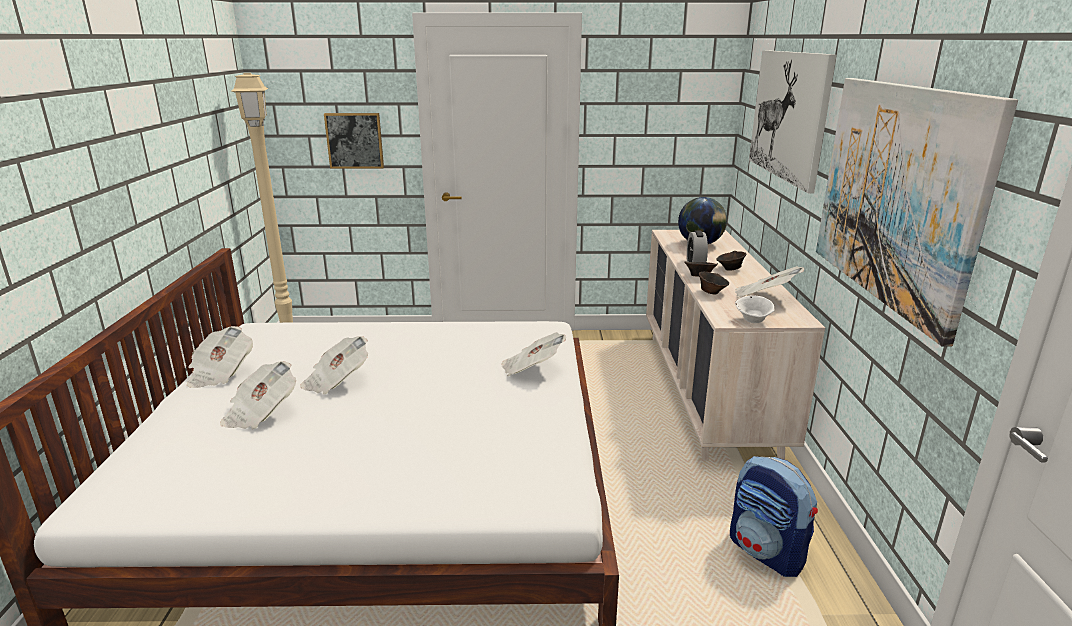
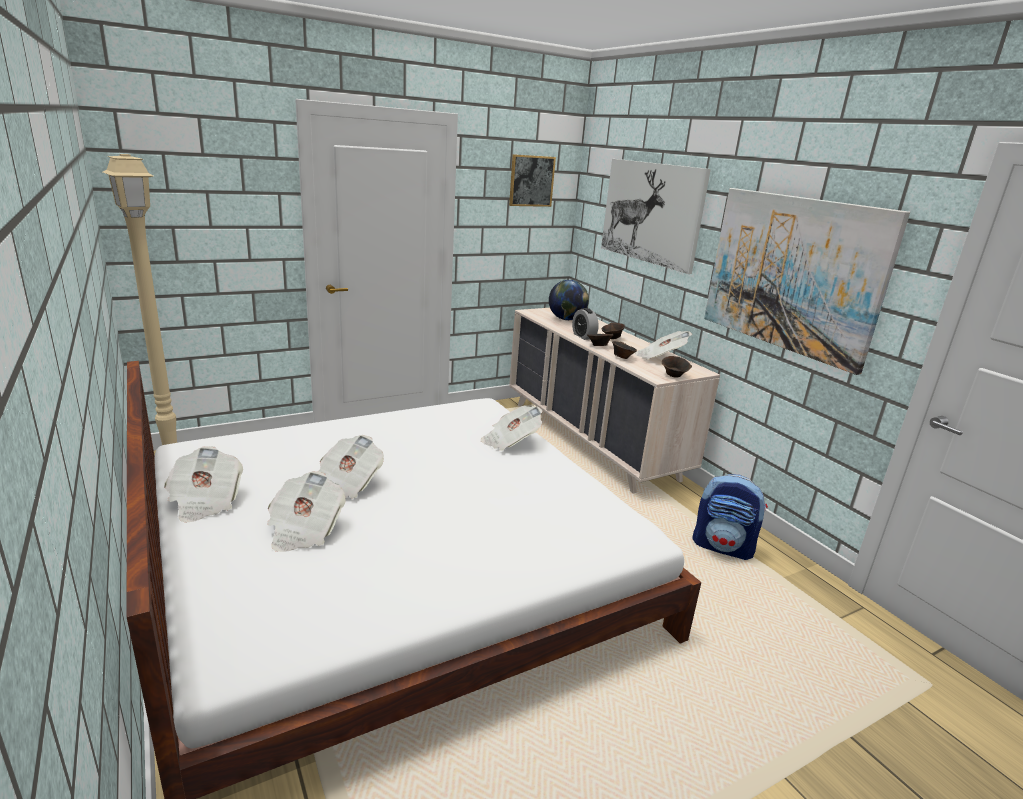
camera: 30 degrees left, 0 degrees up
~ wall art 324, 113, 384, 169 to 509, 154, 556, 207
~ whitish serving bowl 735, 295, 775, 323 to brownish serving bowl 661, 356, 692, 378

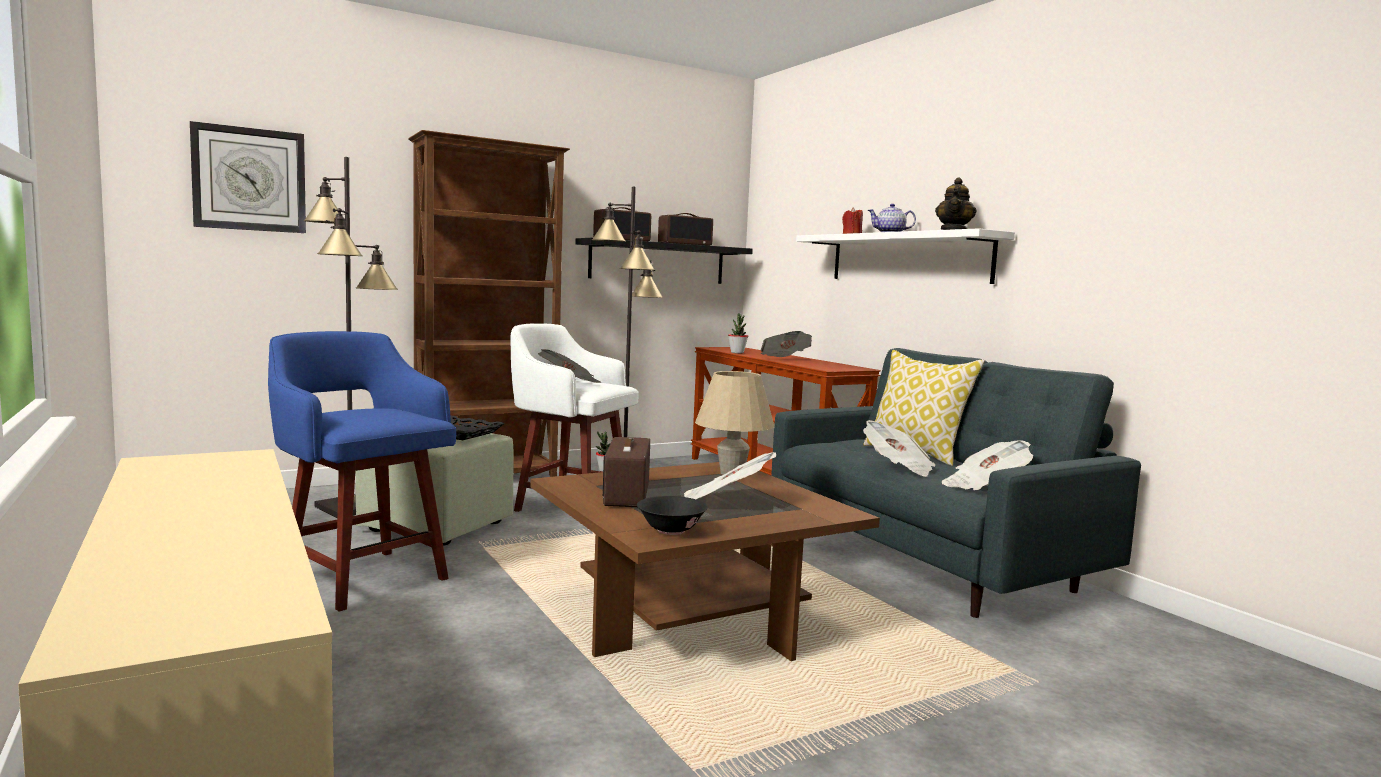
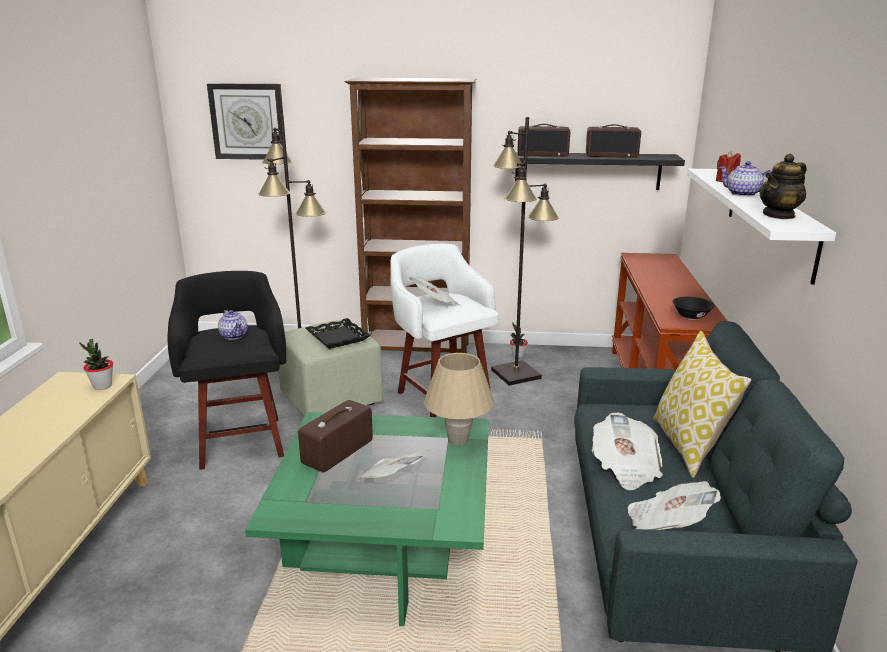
camera: 35 degrees right, 15 degrees up
~ plant in a pot 728, 313, 748, 353 to 79, 339, 113, 390
~ blue stool 268, 331, 456, 612 to black stool 168, 271, 286, 470
+ tea pot 218, 310, 248, 340
~ brownish coffee table 530, 462, 880, 661 to green coffee table 245, 412, 489, 626
~ black serving bowl 637, 496, 708, 535 to 672, 297, 715, 320
- printed paper 761, 331, 812, 357

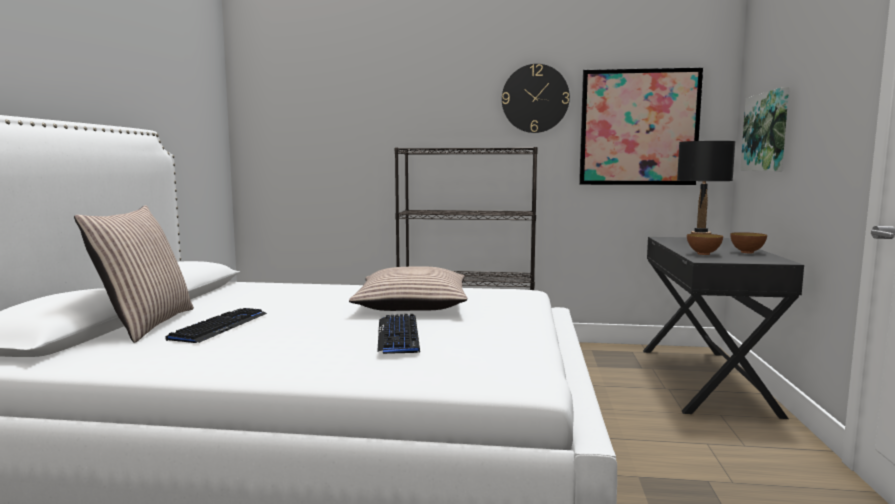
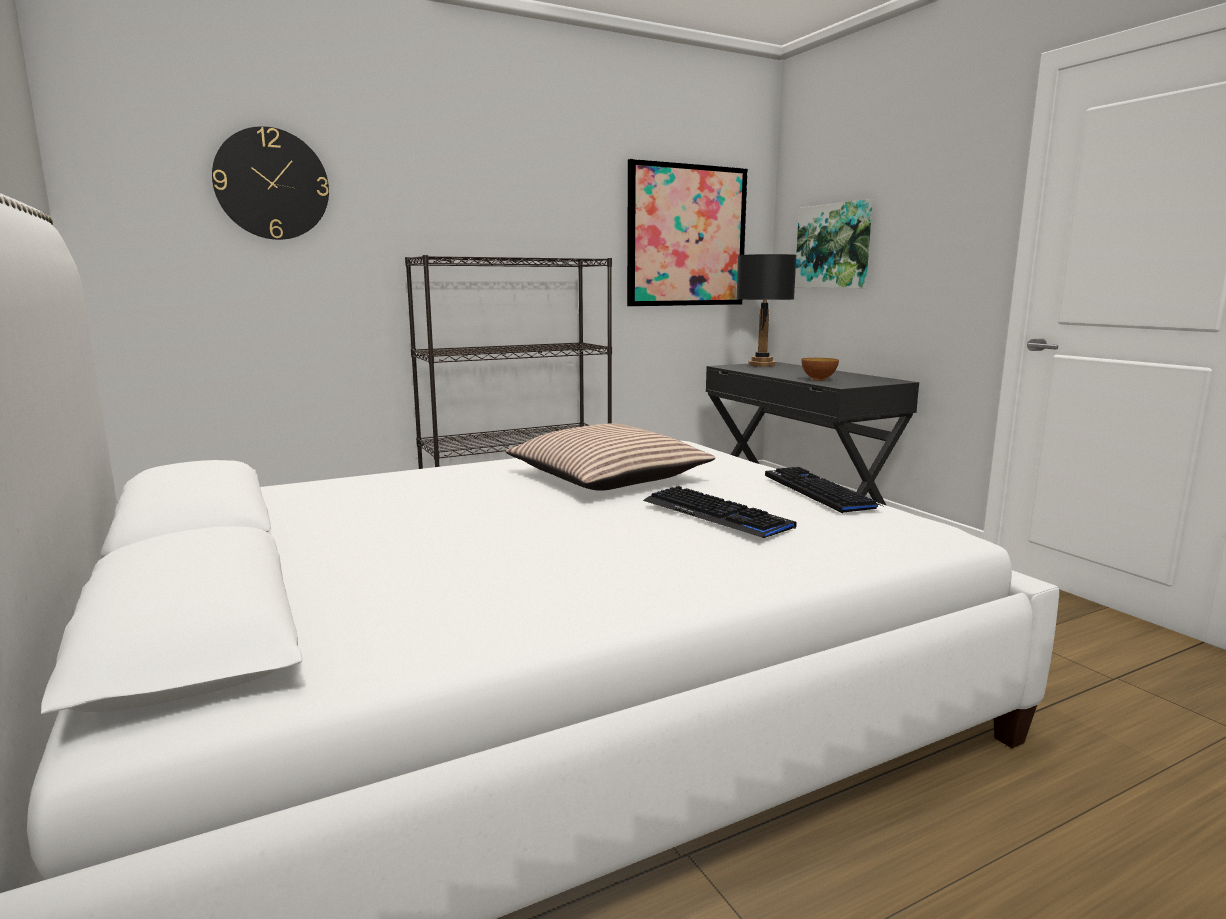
camera: 35 degrees left, 5 degrees up
~ wall clock 502, 64, 570, 133 to 212, 126, 329, 240
~ computer keyboard 165, 308, 267, 343 to 765, 467, 885, 513
- throw pillow 74, 205, 194, 343
- serving bowl 730, 232, 767, 253

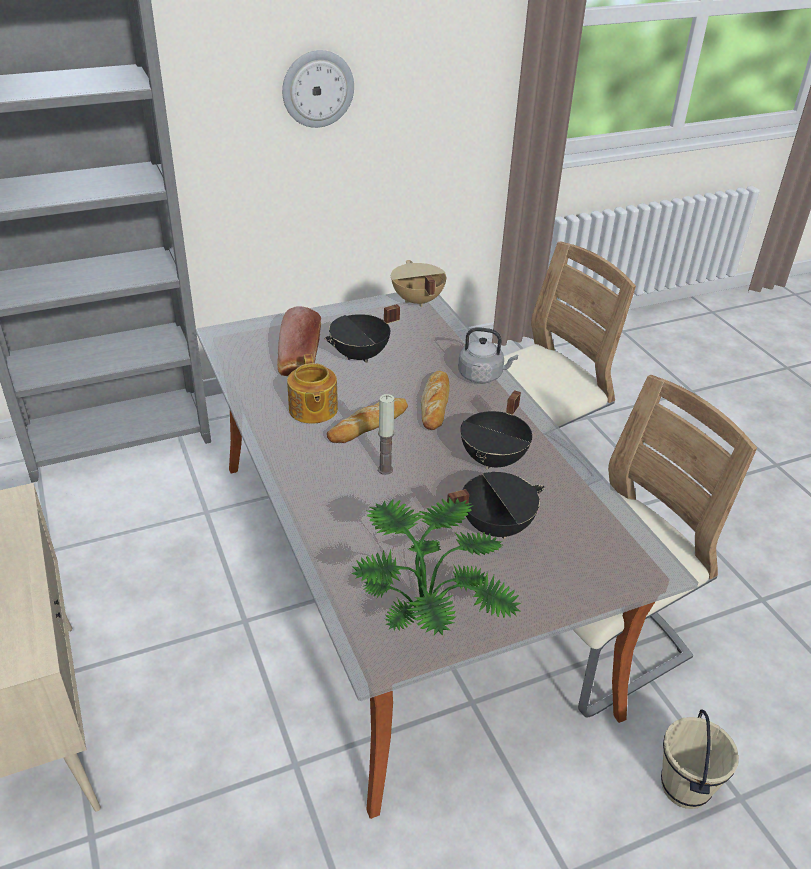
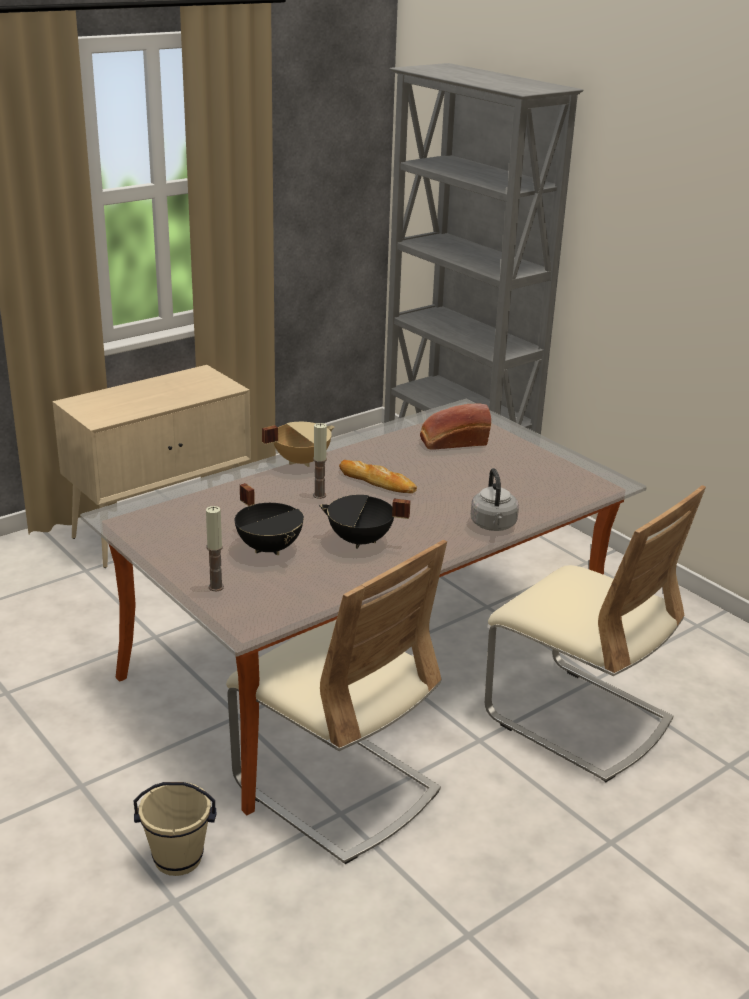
camera: 75 degrees right, 10 degrees down
+ candle 206, 506, 224, 591
~ beige cooking pot 391, 260, 446, 307 to 262, 422, 334, 467
- wall clock 282, 50, 354, 128
- tea pot 287, 354, 338, 424
- black cooking pot 324, 304, 400, 363
- plant in a pot 351, 498, 521, 635
- bread 421, 371, 450, 430

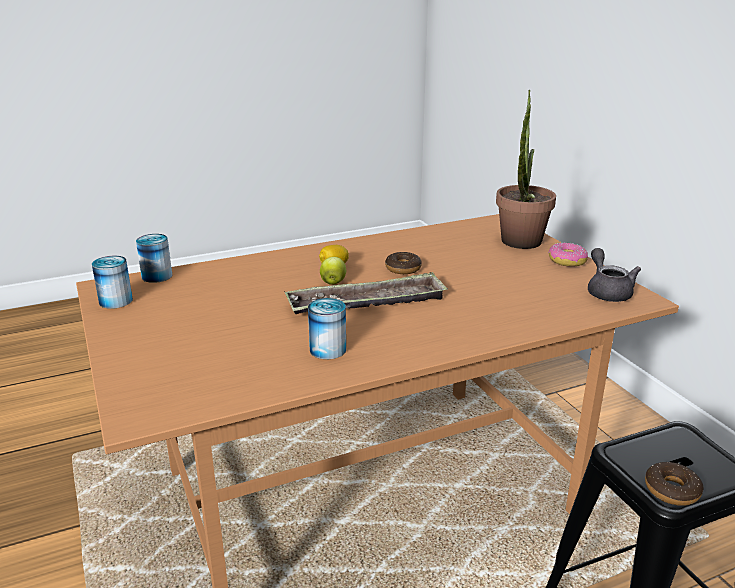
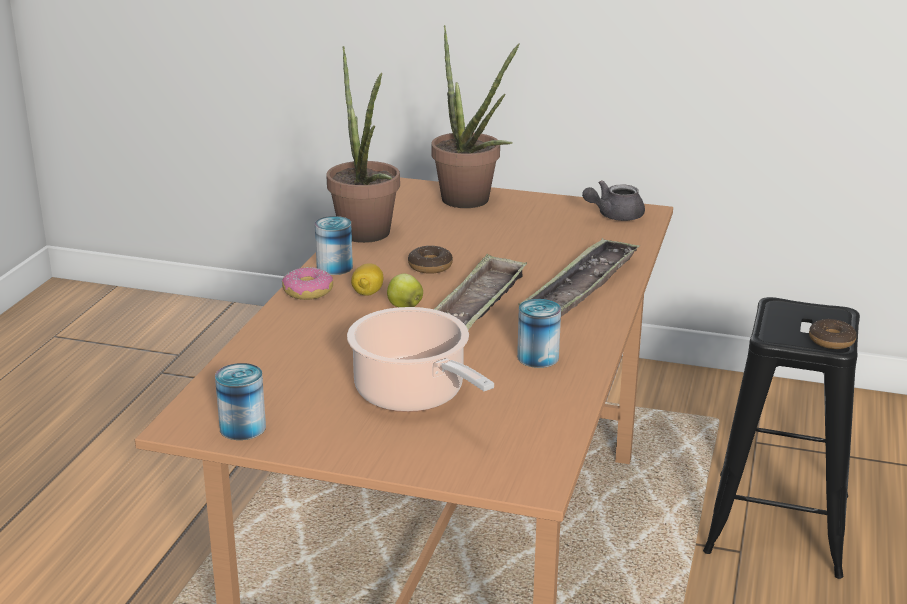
camera: 50 degrees left, 0 degrees up
~ donut 548, 242, 588, 267 to 282, 267, 333, 300
~ can 136, 234, 172, 283 to 315, 216, 353, 275
+ plant in a pot 326, 46, 400, 243
+ cooking pot 347, 307, 494, 412
+ carrying tray 518, 238, 640, 316
~ gray tea pot 588, 248, 641, 302 = 582, 180, 645, 221 60 degrees counterclockwise

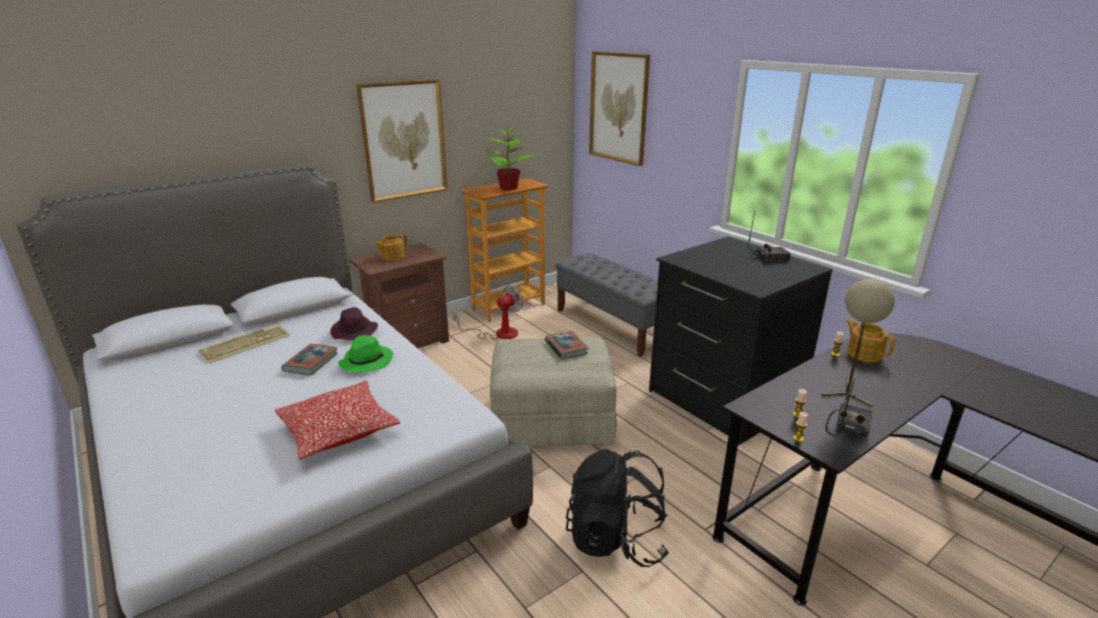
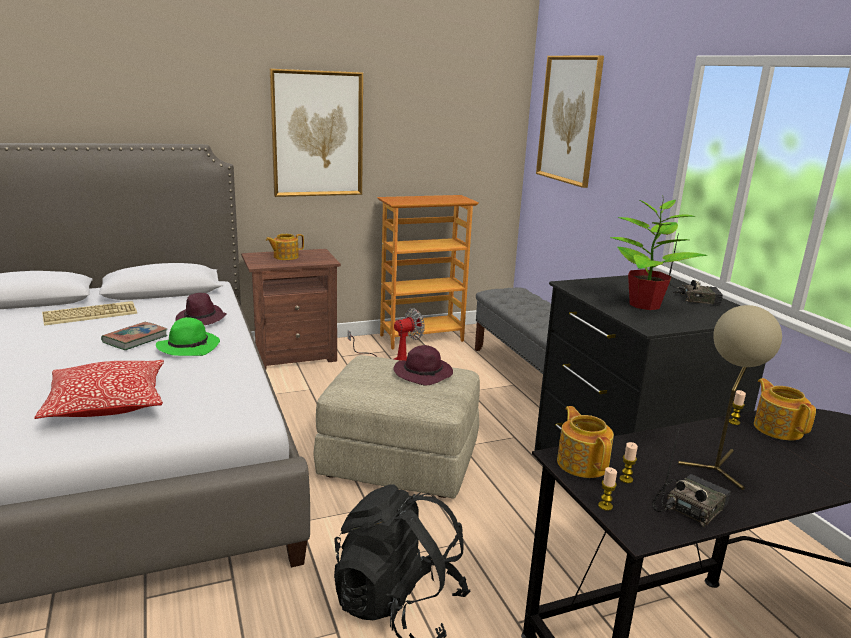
camera: 15 degrees right, 5 degrees down
~ bound book 545, 331, 588, 359 to purplish clothing hat 393, 345, 453, 385
+ tea pot 557, 406, 614, 478
~ plant in a pot 484, 126, 536, 190 to 610, 195, 707, 310

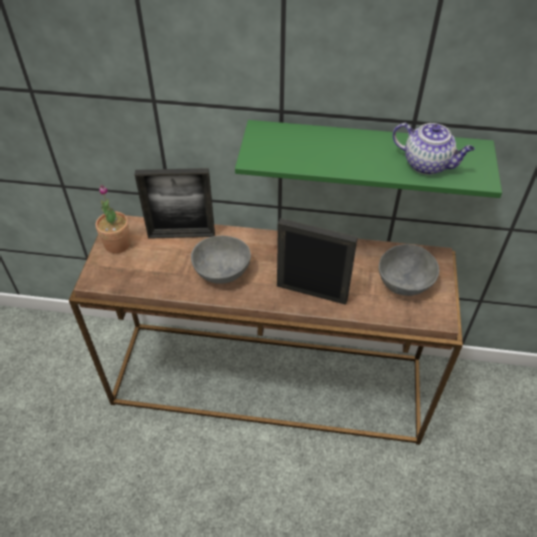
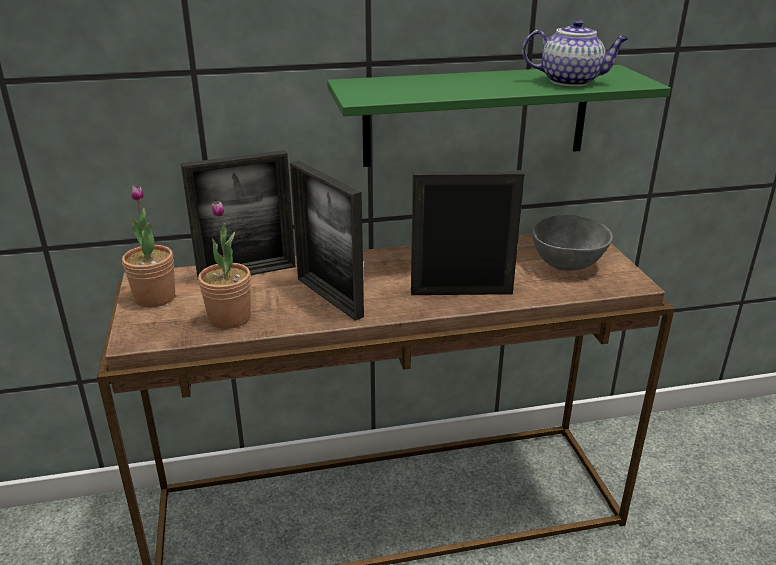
camera: 20 degrees left, 20 degrees down
+ plant in a pot 198, 201, 251, 329
~ gray serving bowl 191, 236, 251, 284 to photo frame 290, 161, 364, 321

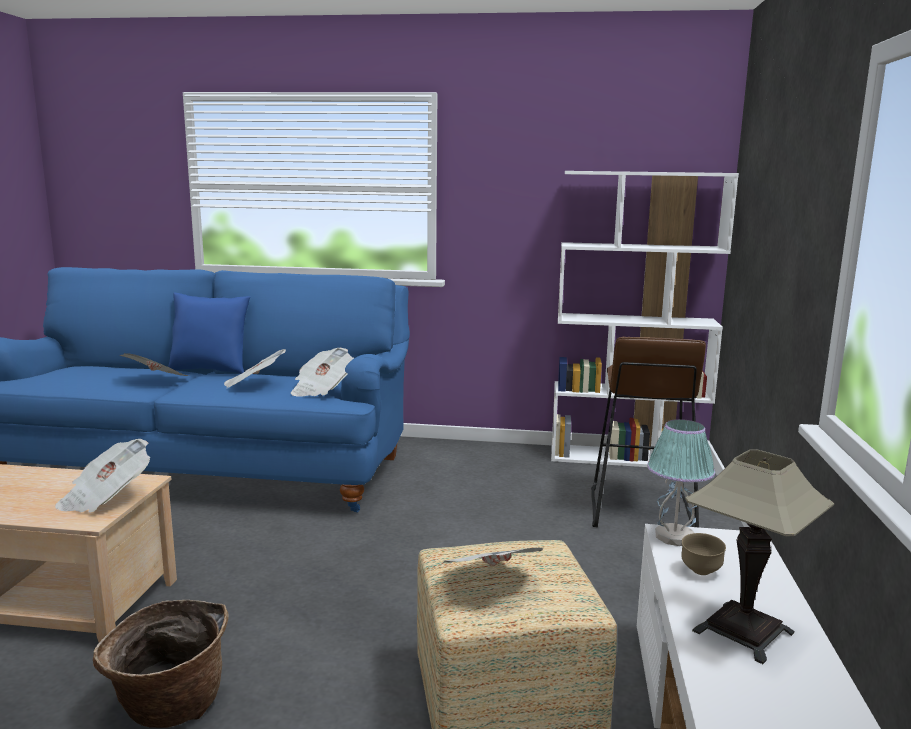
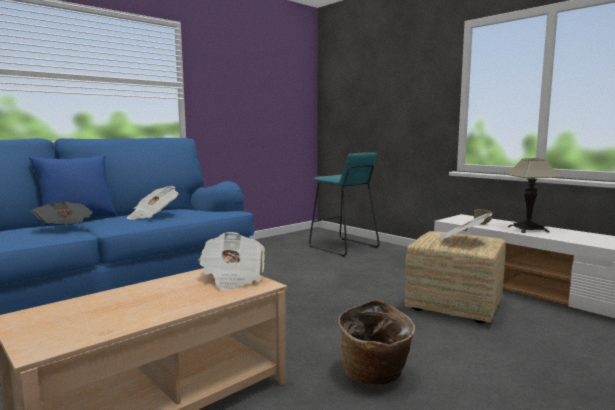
camera: 50 degrees left, 5 degrees down
~ brownish stool 591, 337, 706, 527 to turquoise-coloured stool 309, 152, 380, 257
- printed paper 291, 348, 354, 397
- whitish shelving unit 551, 171, 739, 467
- lamp for a table 647, 419, 715, 546

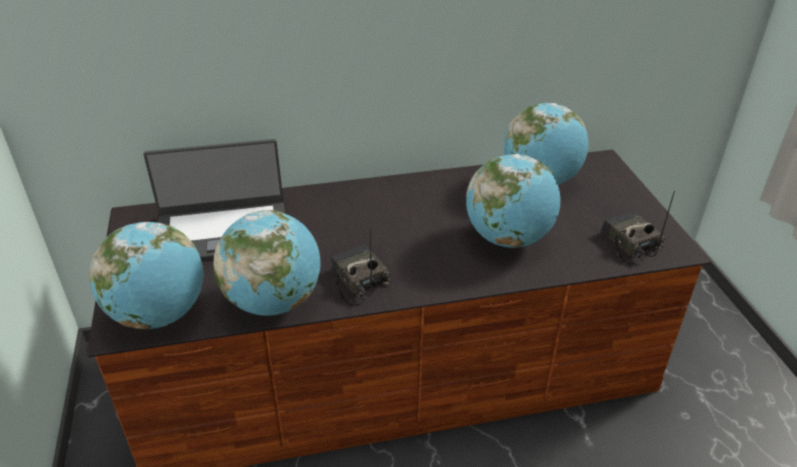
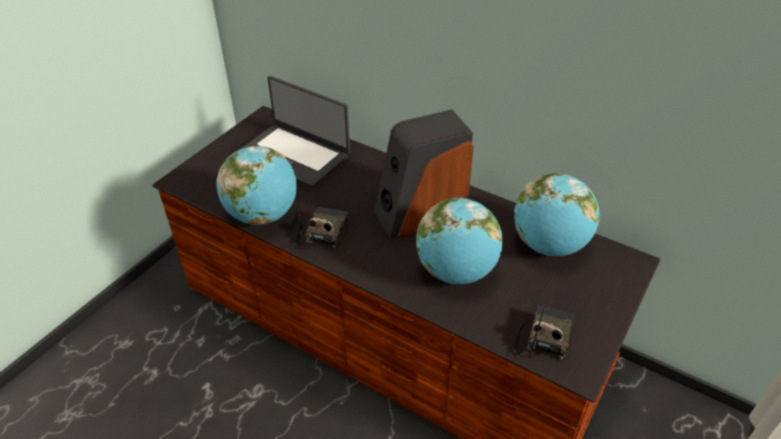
camera: 45 degrees right, 5 degrees up
+ speaker 375, 109, 474, 239
- world globe 90, 222, 203, 329

